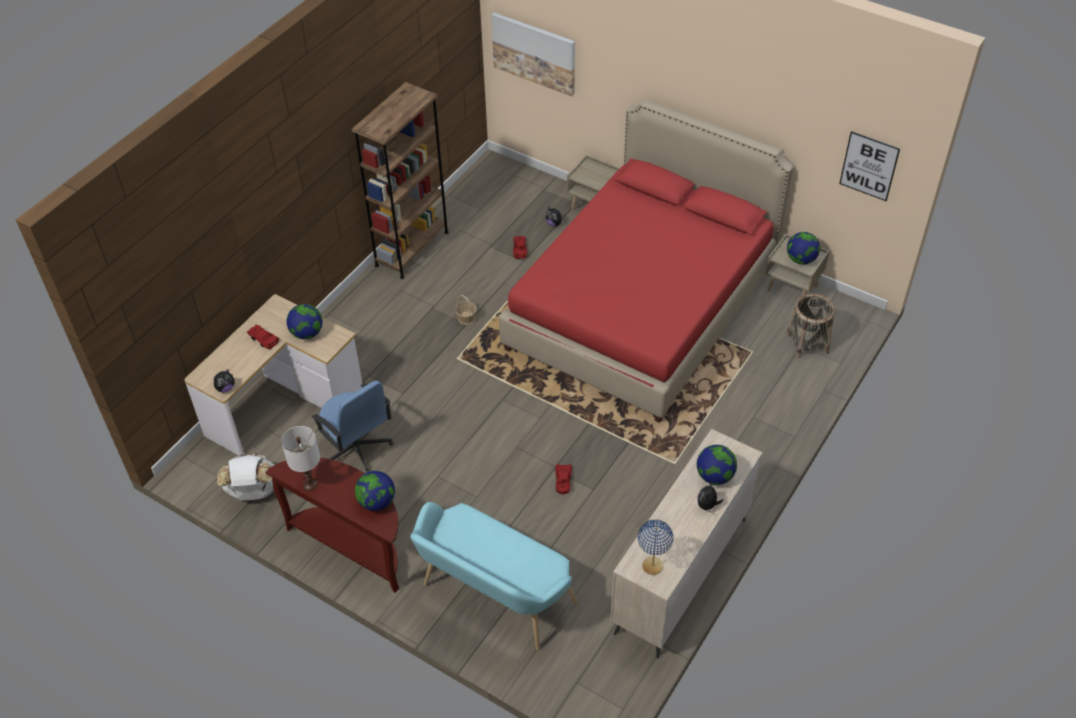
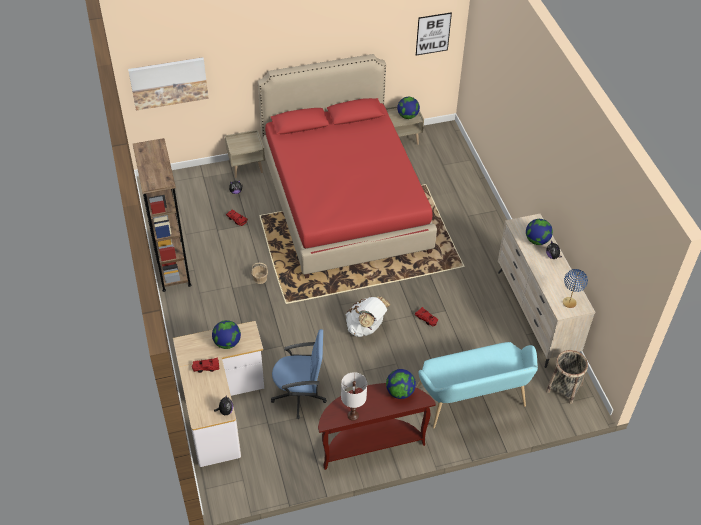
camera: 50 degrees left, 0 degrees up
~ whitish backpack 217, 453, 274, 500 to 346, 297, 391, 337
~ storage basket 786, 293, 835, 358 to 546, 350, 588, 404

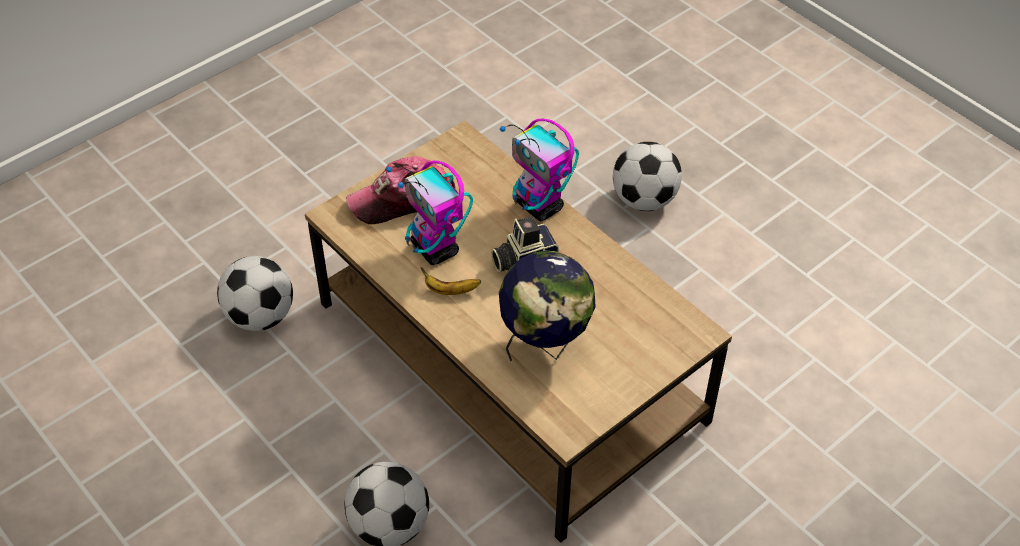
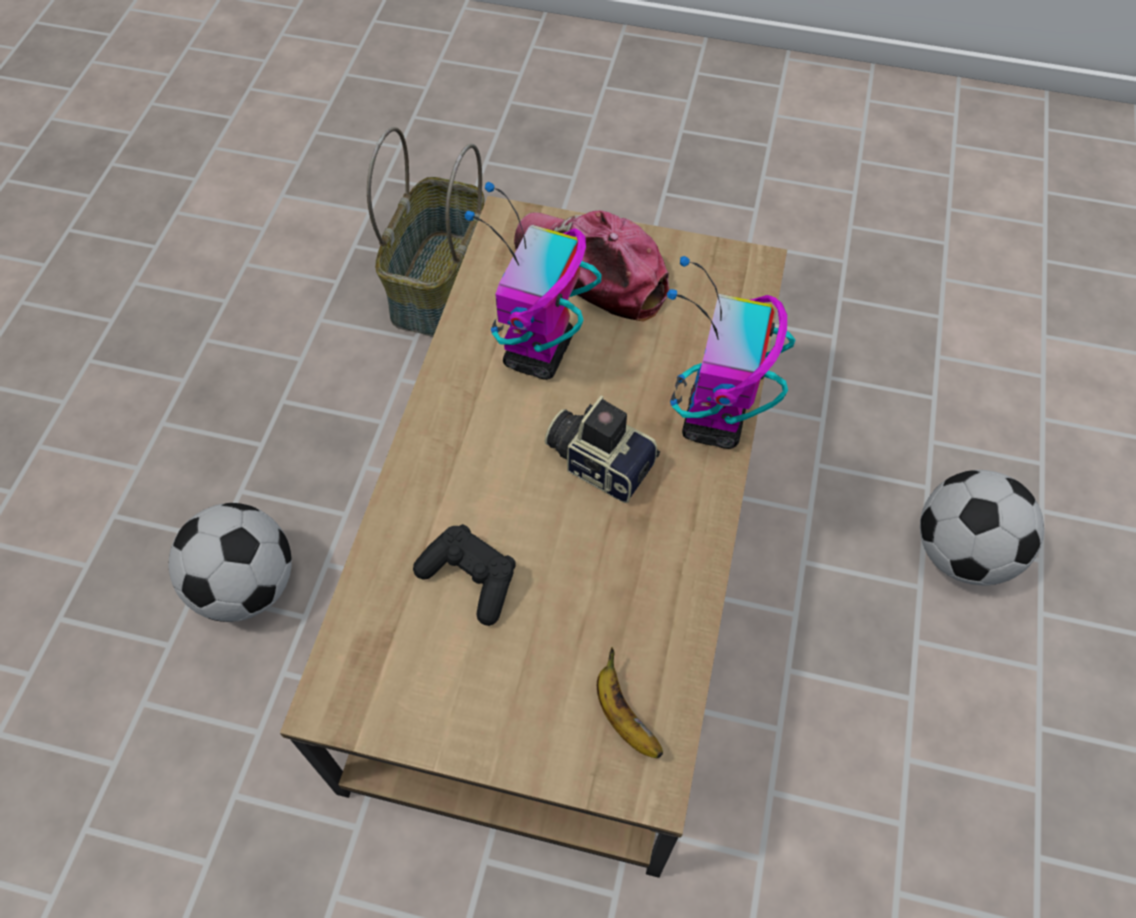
camera: 55 degrees right, 10 degrees up
~ ball for football 217, 256, 293, 331 to storage basket 367, 127, 485, 337
~ world globe 499, 251, 596, 361 to black game controller 413, 524, 516, 626
~ banana fruit 420, 267, 481, 295 to 597, 647, 663, 758

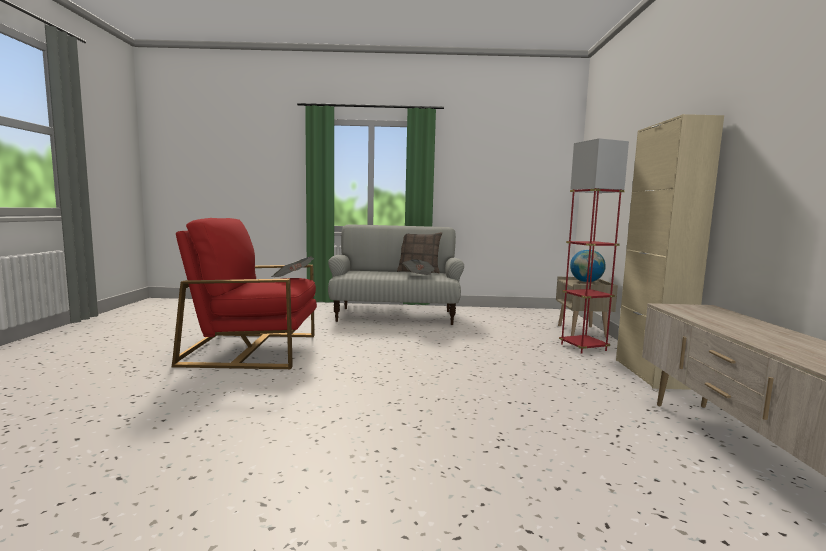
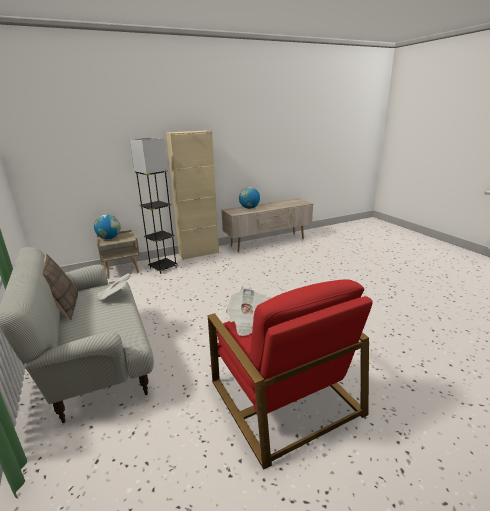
camera: 115 degrees left, 15 degrees up
~ red standard lamp 559, 138, 629, 354 to gray standard lamp 130, 137, 178, 274
+ world globe 239, 187, 260, 209

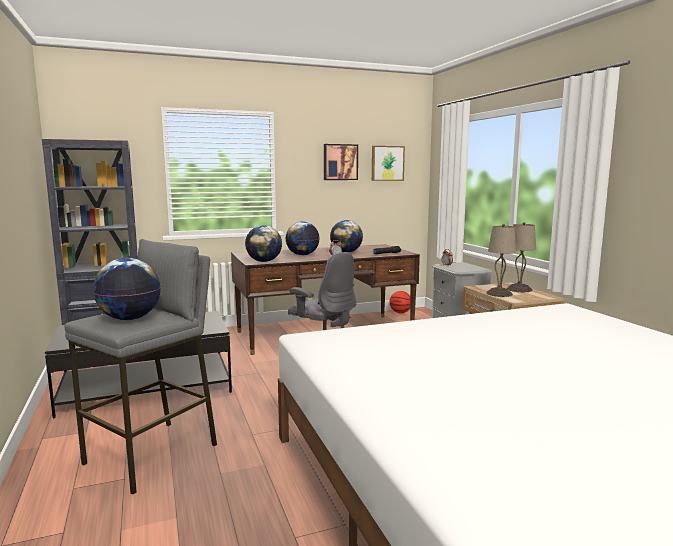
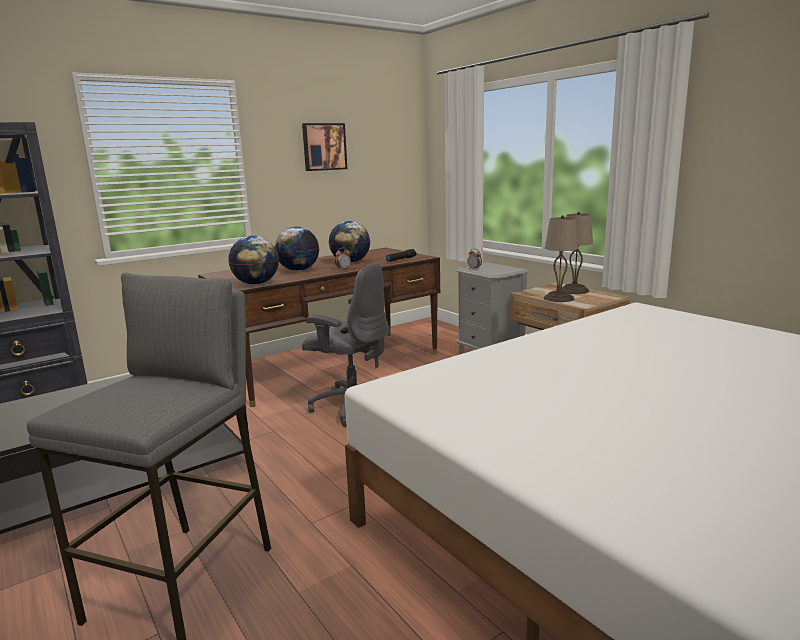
camera: 15 degrees left, 5 degrees up
- world globe 93, 258, 161, 320
- wall art 372, 146, 405, 181
- basketball ball 390, 291, 410, 313

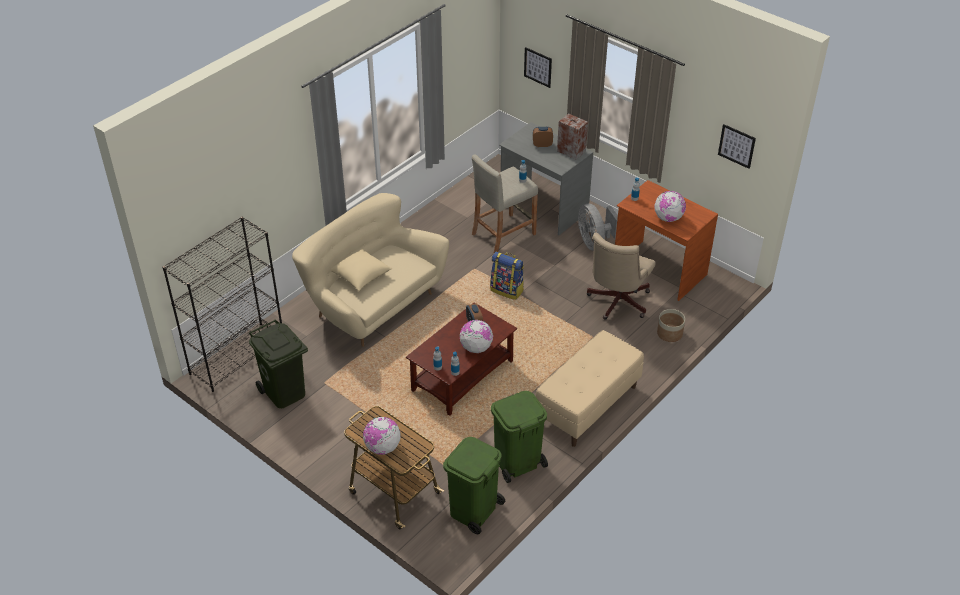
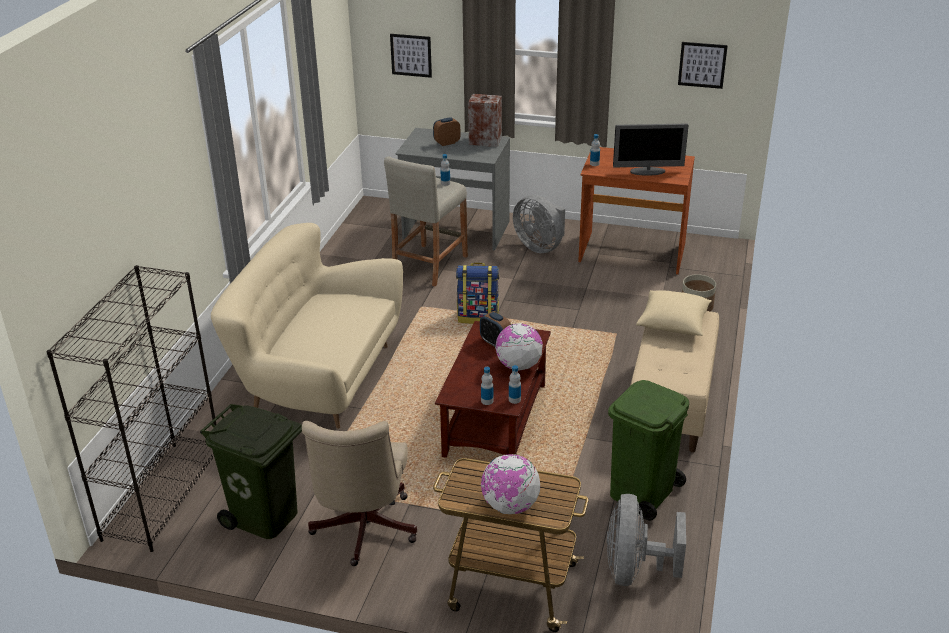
camera: 25 degrees left, 10 degrees down
~ beige computer chair 587, 233, 655, 320 to 302, 421, 417, 566
~ green trash can 443, 437, 505, 534 to gray electric fan 606, 494, 686, 586
~ world globe 654, 191, 686, 222 to monitor 613, 124, 689, 176
~ beige throw pillow 331, 249, 392, 291 to 636, 290, 712, 336

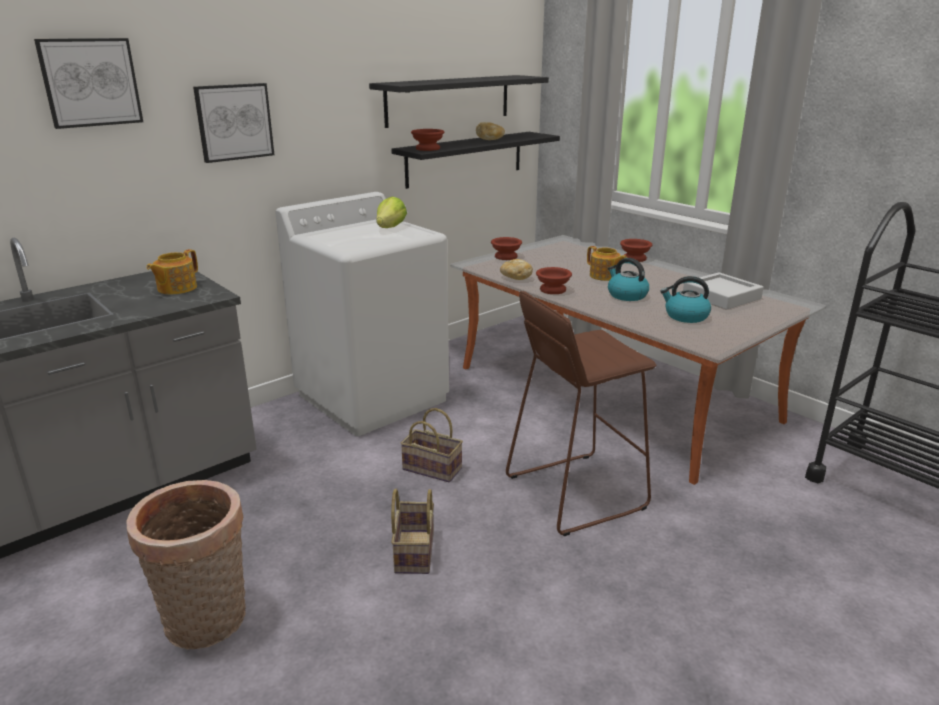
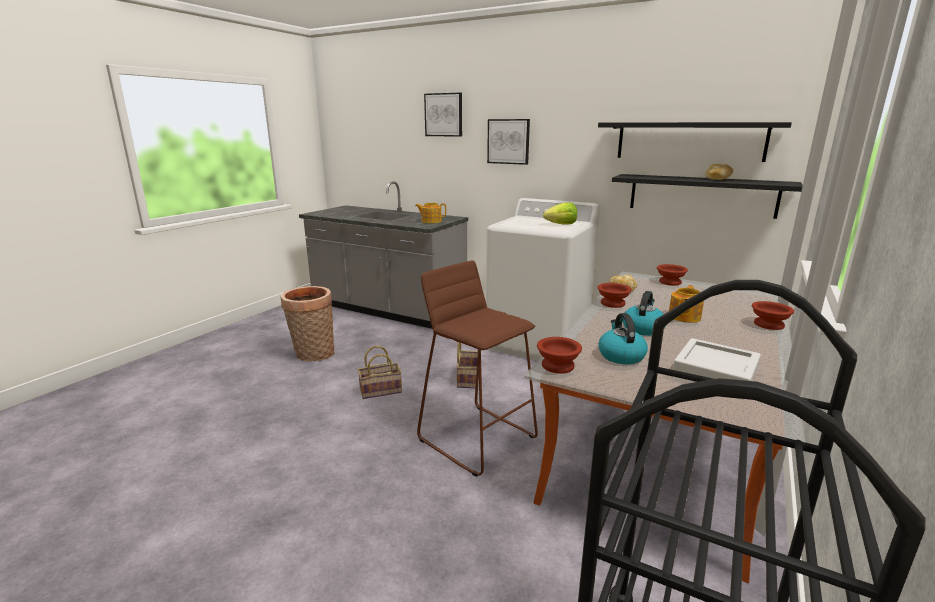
camera: 70 degrees right, 5 degrees down
~ brownish serving bowl 411, 129, 444, 151 to 537, 337, 582, 373

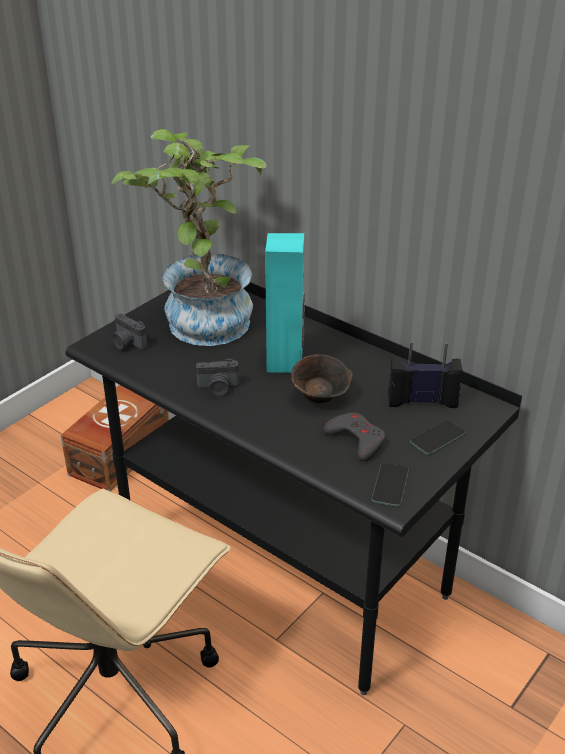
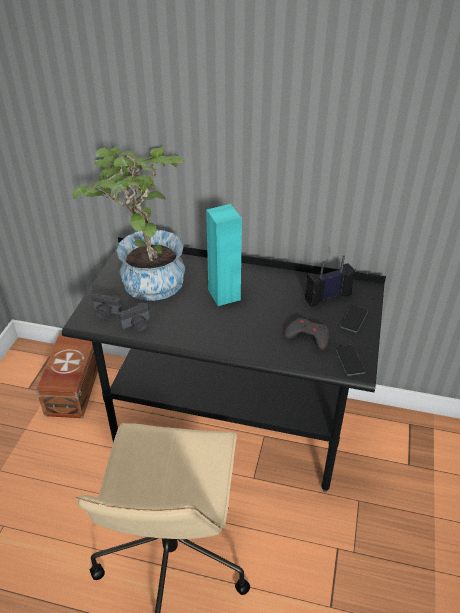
camera: 25 degrees left, 5 degrees up
~ still camera 196, 359, 239, 396 to 119, 302, 150, 332
- brownish serving bowl 291, 354, 353, 403

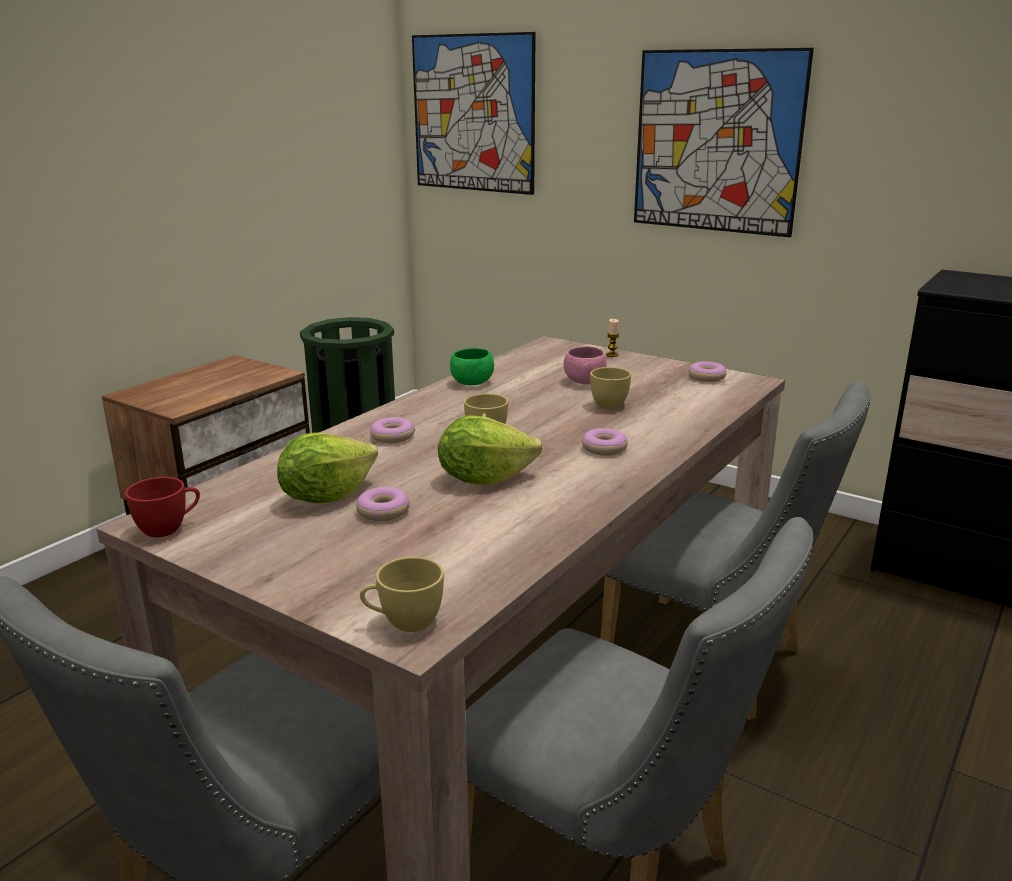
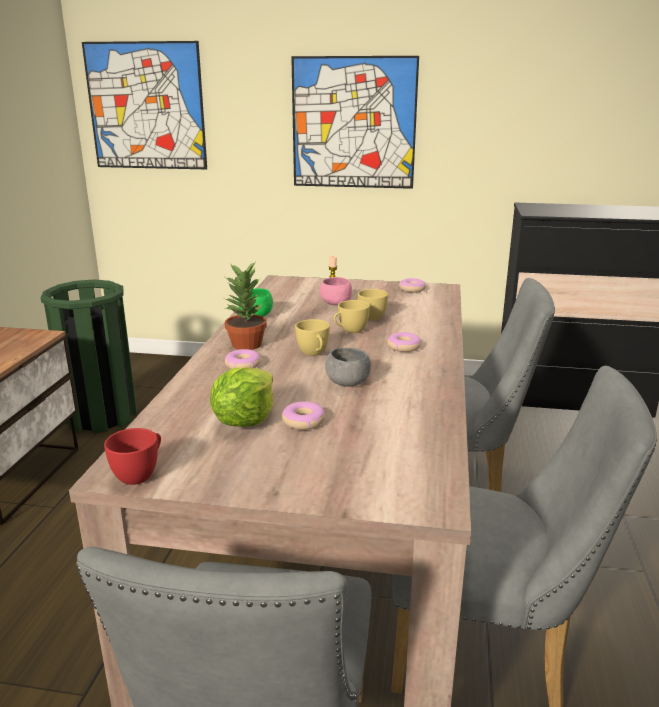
camera: 25 degrees left, 0 degrees up
+ plant in a pot 225, 262, 267, 350
~ lettuce head 438, 415, 542, 485 to gray serving bowl 325, 348, 371, 387
~ yellowish cup 360, 557, 444, 632 to 334, 300, 370, 333

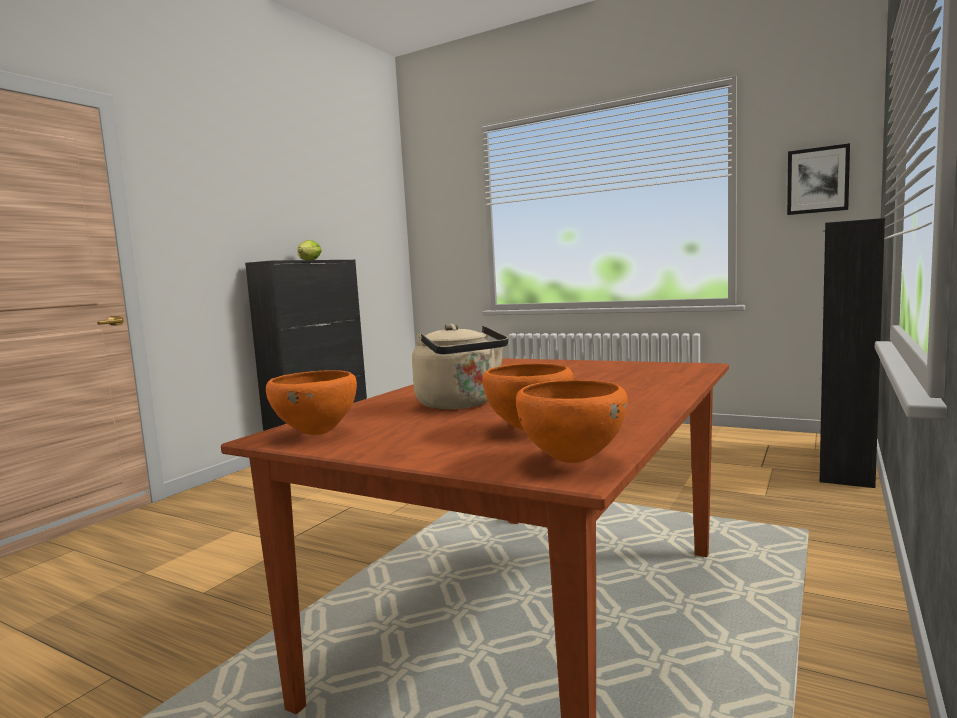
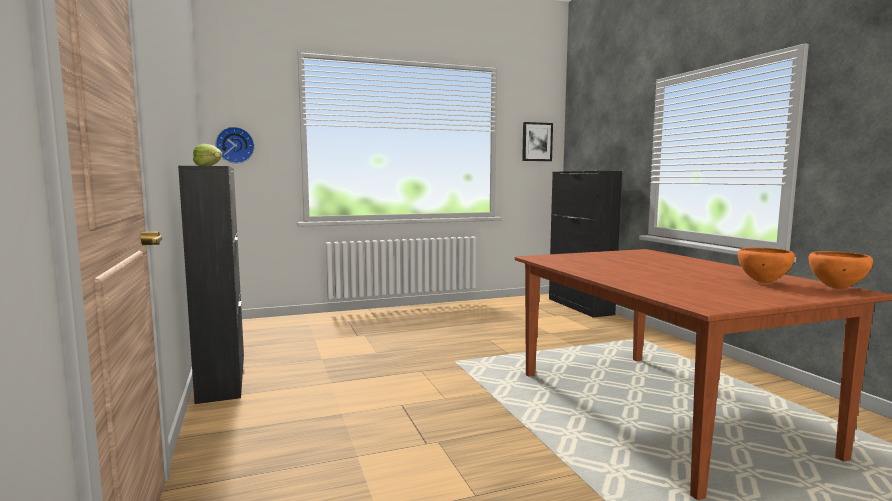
camera: 50 degrees left, 0 degrees up
+ wall clock 215, 127, 255, 164
- orange-coloured serving bowl 266, 370, 357, 435
- beige tea kettle 412, 324, 508, 409

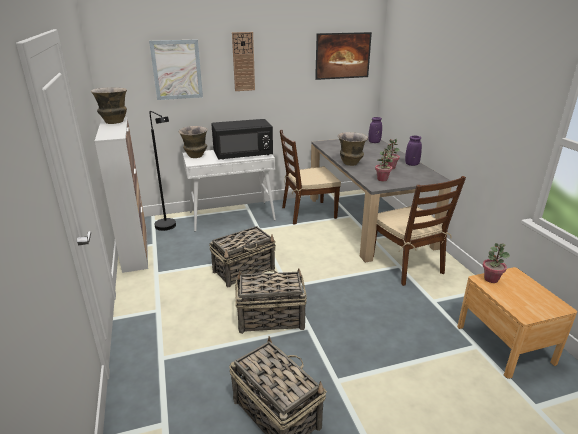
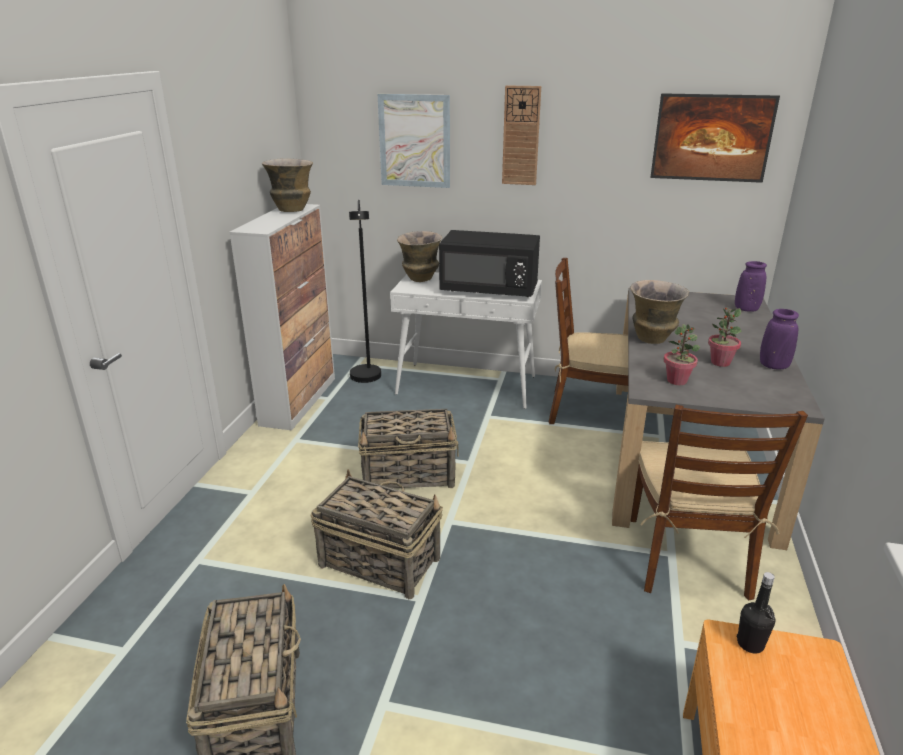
camera: 30 degrees right, 0 degrees up
~ plant in a pot 483, 243, 510, 283 to black drink bottle 737, 572, 776, 654

